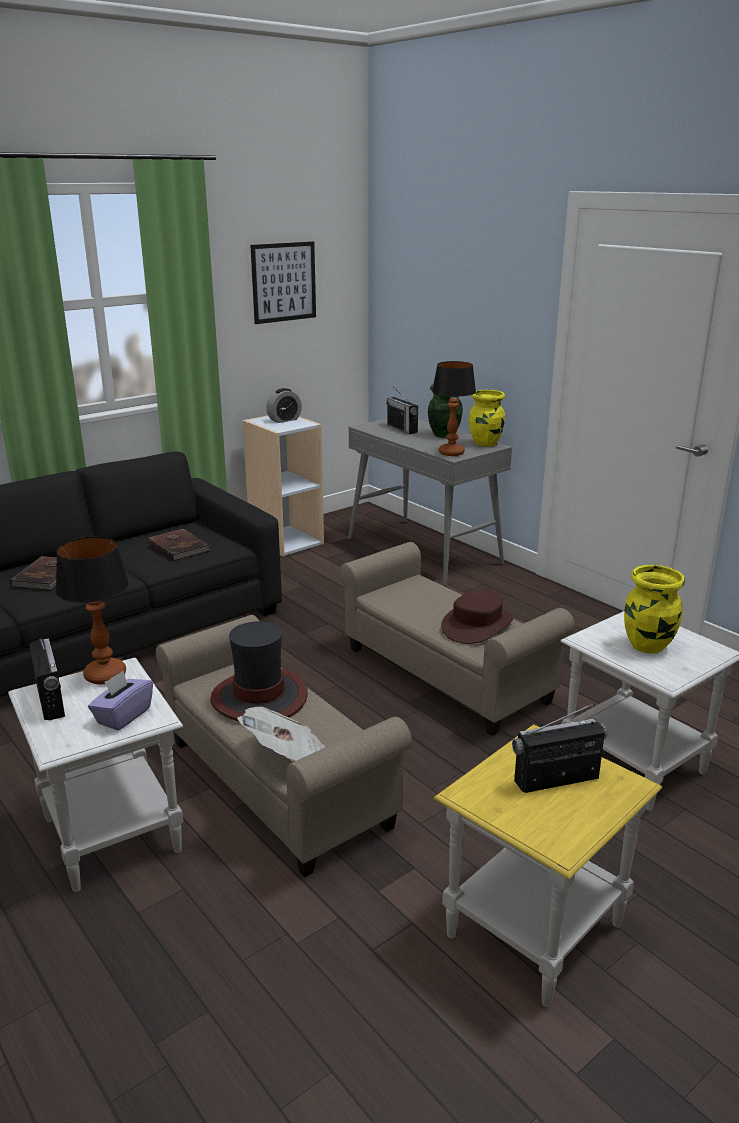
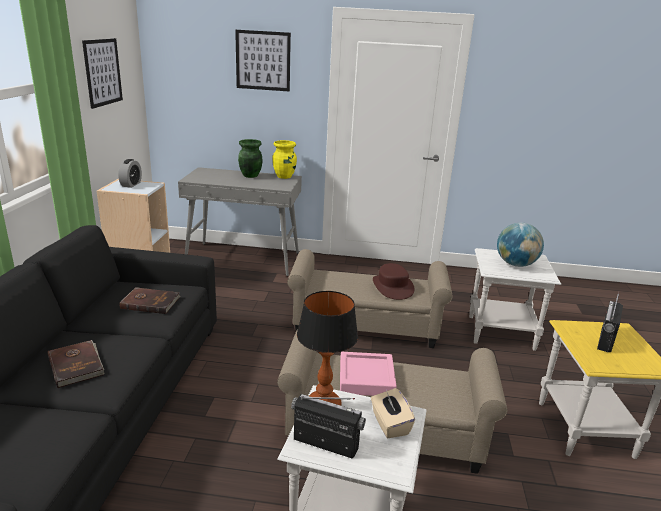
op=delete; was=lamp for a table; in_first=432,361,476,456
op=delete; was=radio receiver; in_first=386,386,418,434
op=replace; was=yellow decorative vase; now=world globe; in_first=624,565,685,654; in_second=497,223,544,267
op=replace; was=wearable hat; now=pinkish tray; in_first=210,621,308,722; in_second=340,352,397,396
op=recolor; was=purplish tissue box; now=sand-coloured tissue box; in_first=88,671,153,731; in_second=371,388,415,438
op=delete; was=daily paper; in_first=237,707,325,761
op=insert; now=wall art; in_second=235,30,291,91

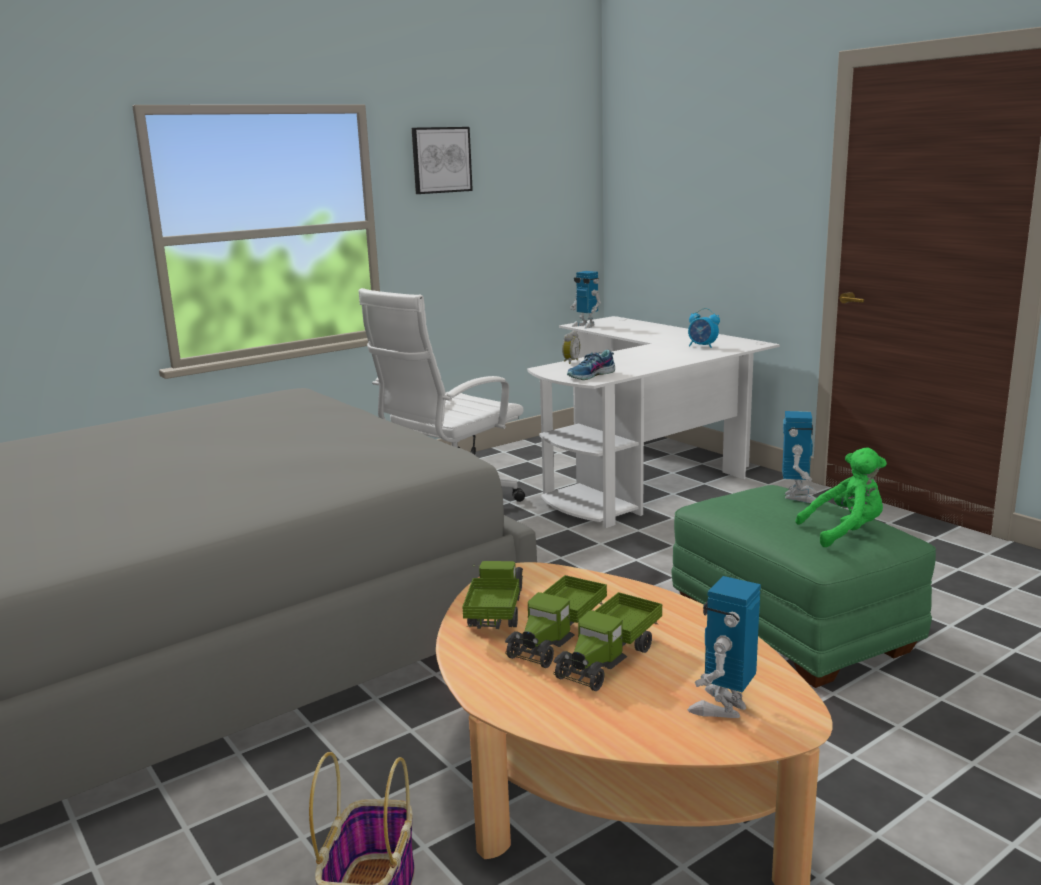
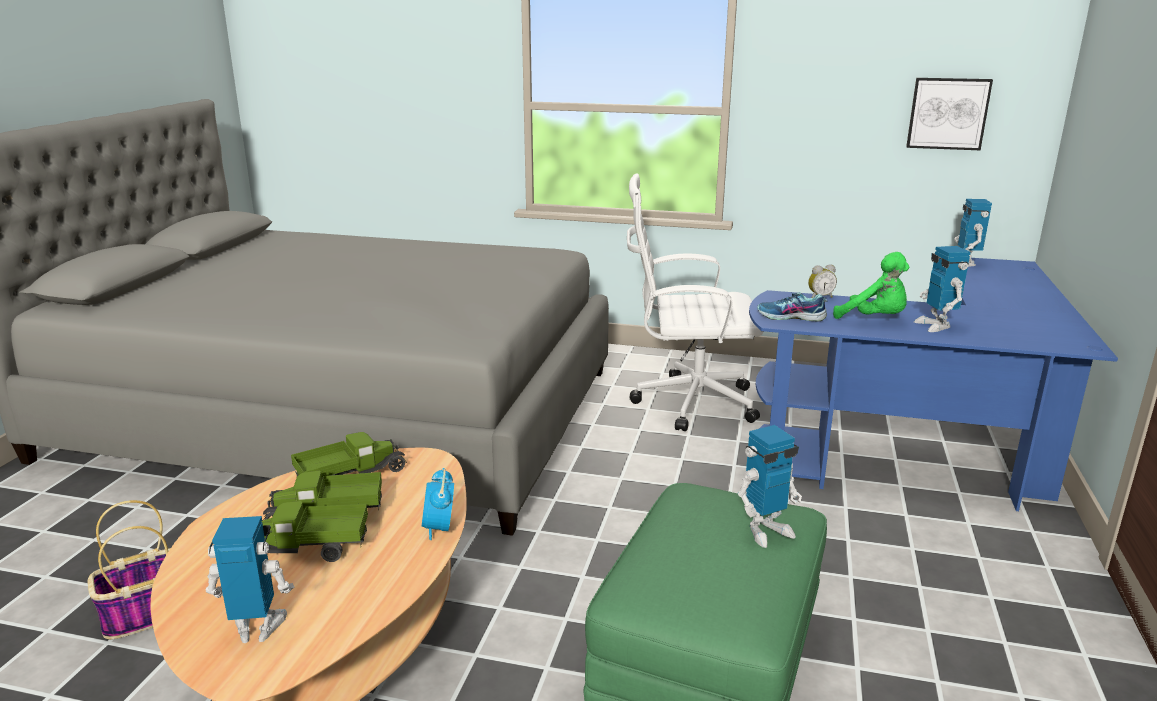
op=move; was=wall art; in_first=412,127,473,194; in_second=906,78,993,150
op=move; was=bedside clock; in_first=688,308,720,348; in_second=422,468,454,540
op=recolor; was=white desk table; now=blue-coloured desk table; in_first=527,316,780,528; in_second=749,258,1118,511
op=move; was=green-coloured plush toy; in_first=796,447,887,547; in_second=833,252,909,319
op=insert; now=robot figure; in_second=914,246,971,332

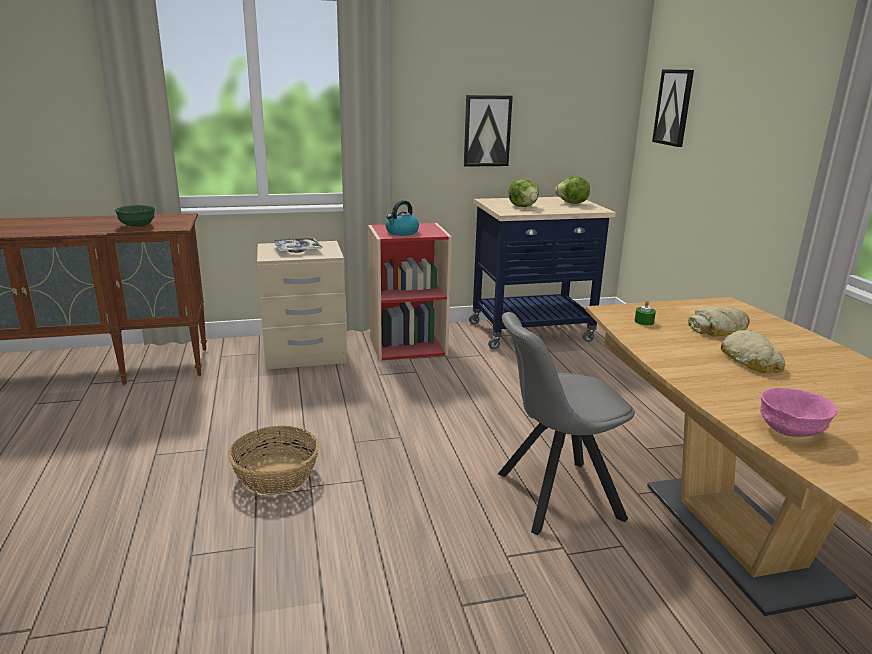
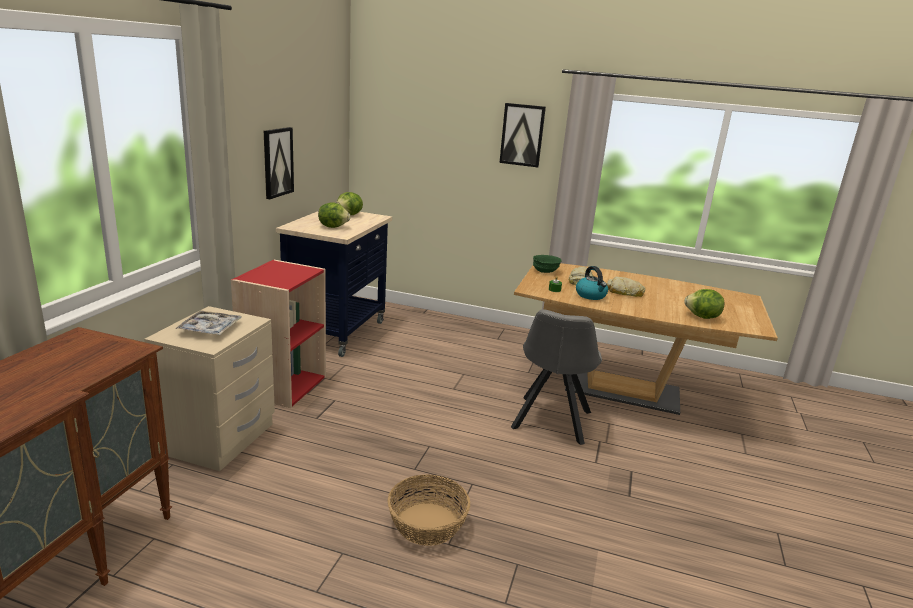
op=move; was=wall art; in_first=652,69,694,147; in_second=499,103,546,167
op=move; was=tea kettle; in_first=385,200,419,236; in_second=576,266,608,300
op=move; was=green-coloured deep dish; in_first=115,205,155,227; in_second=533,255,562,273
op=replace; was=pinkish deep dish; now=lettuce head; in_first=760,388,837,437; in_second=684,289,725,319

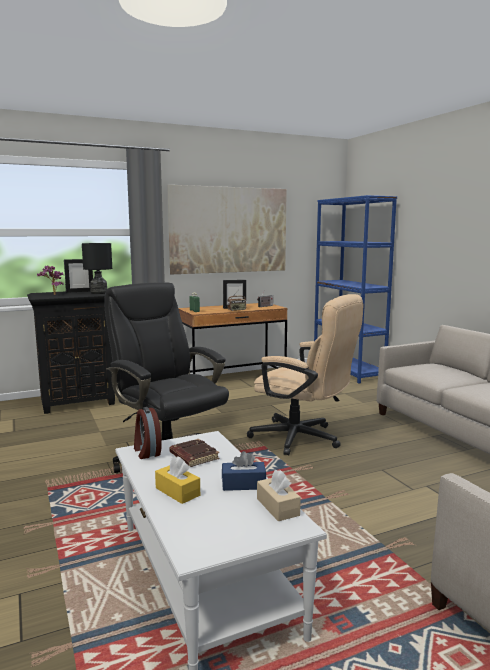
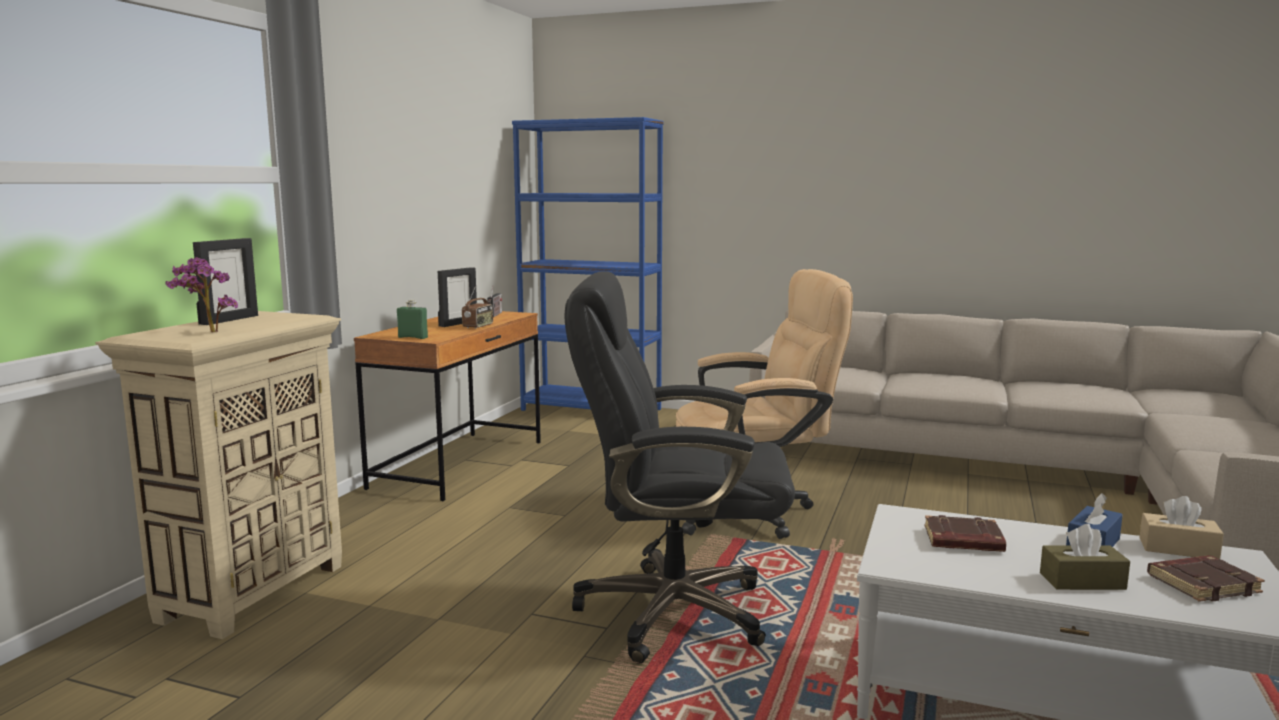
op=delete; was=wall art; in_first=167,185,287,274
op=delete; was=black lamp for a table; in_first=82,243,112,294
op=recolor; was=black storage cabinet; now=sand-coloured storage cabinet; in_first=27,291,115,414; in_second=95,311,342,639
op=delete; was=bedside clock; in_first=134,407,162,459
op=recolor; was=yellow tissue box; now=brown tissue box; in_first=155,456,200,504; in_second=1040,524,1130,590
op=insert; now=brown volume; in_second=1147,555,1265,602

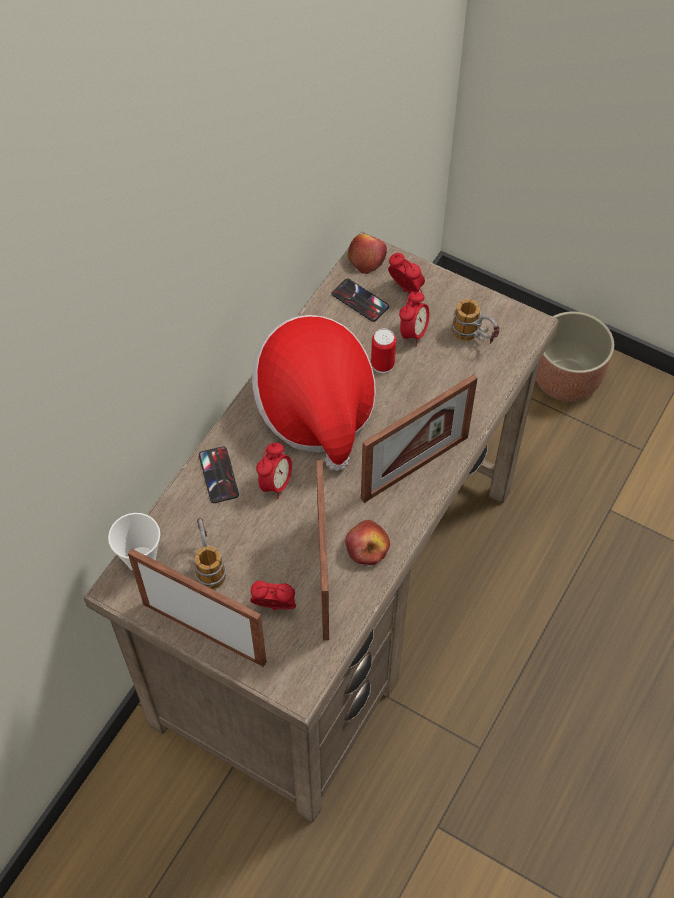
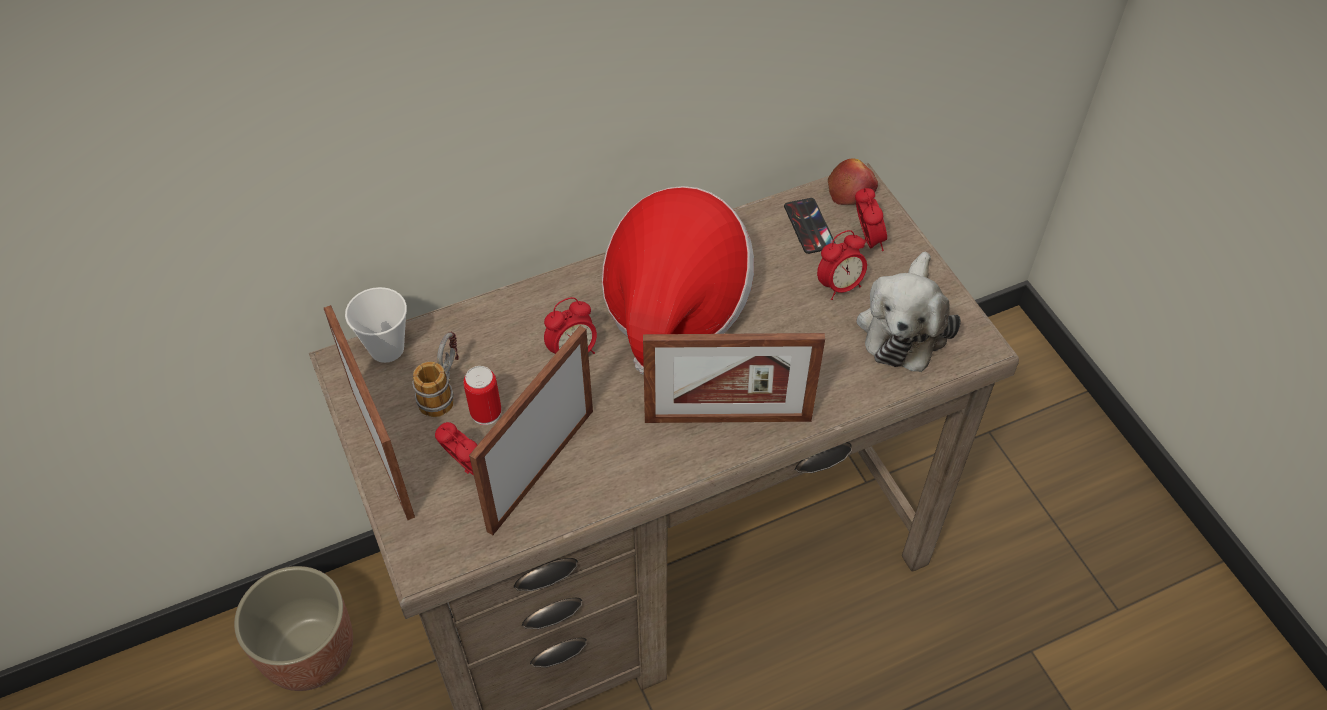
op=replace; was=coffee mug; now=plush toy; in_first=452,299,500,344; in_second=856,252,961,372
op=move; was=plant pot; in_first=536,311,614,402; in_second=234,566,353,691
op=move; was=sealed can; in_first=371,329,396,373; in_second=463,366,502,425
op=delete; was=telephone; in_first=199,446,239,503
op=delete; was=whole apple; in_first=345,520,390,565

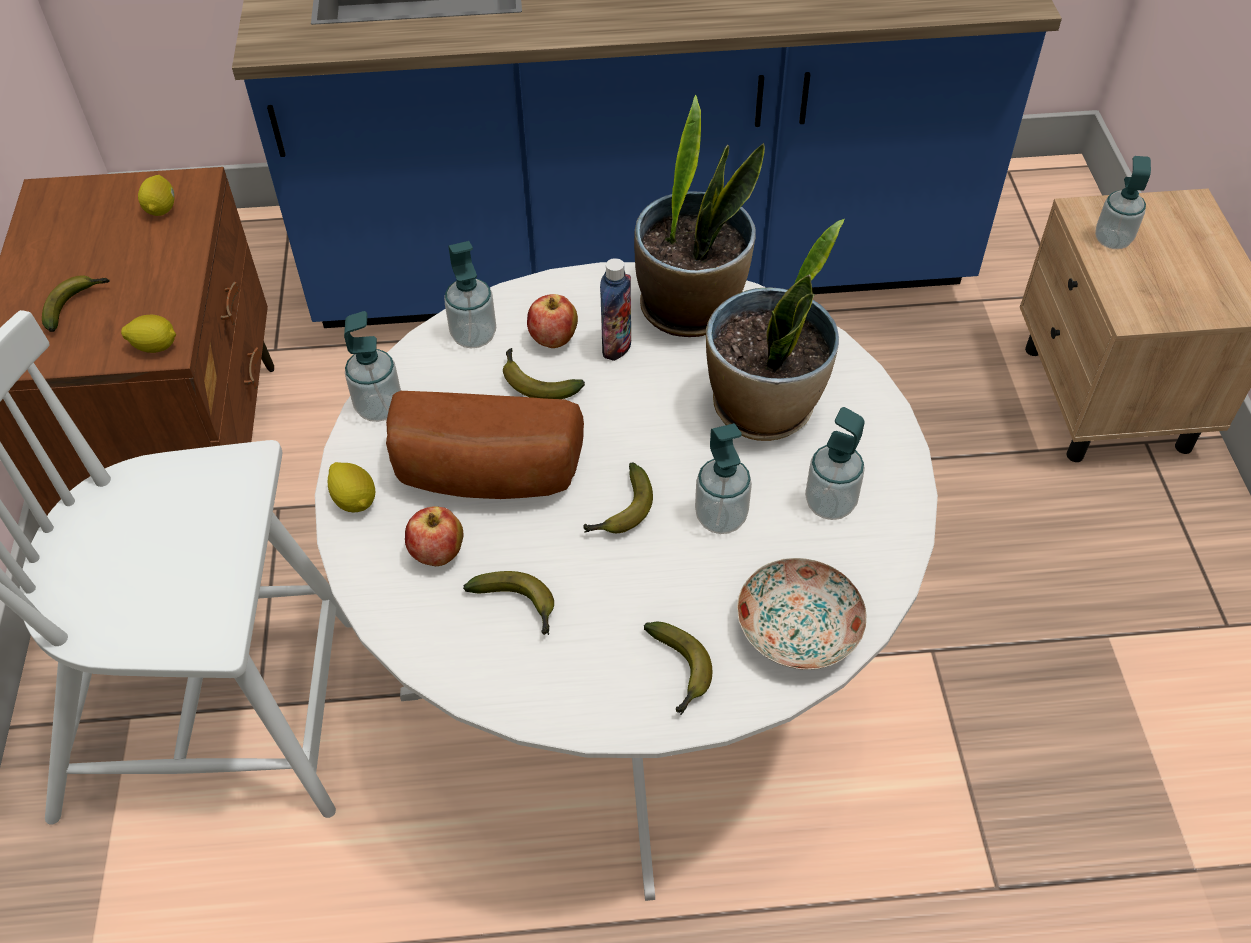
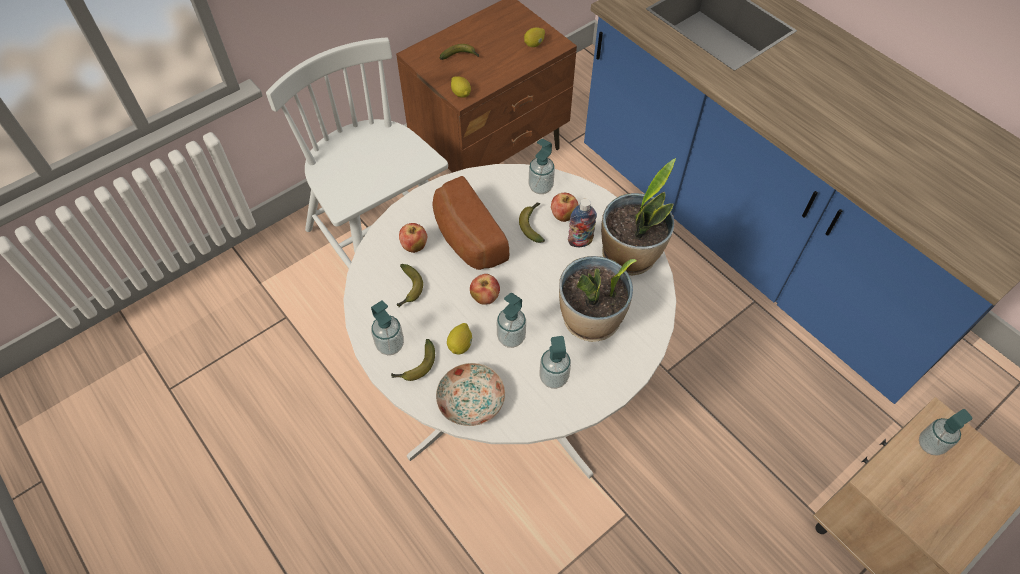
op=move; was=soap bottle; in_first=344,311,401,422; in_second=371,300,404,355
op=move; was=whole lemon; in_first=328,462,375,513; in_second=447,323,472,354
op=replace; was=banana fruit; now=whole apple; in_first=583,463,653,533; in_second=470,274,500,305

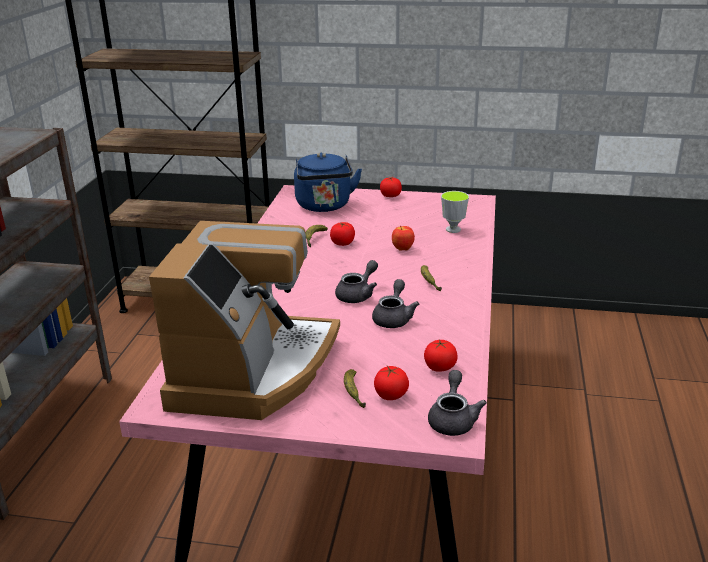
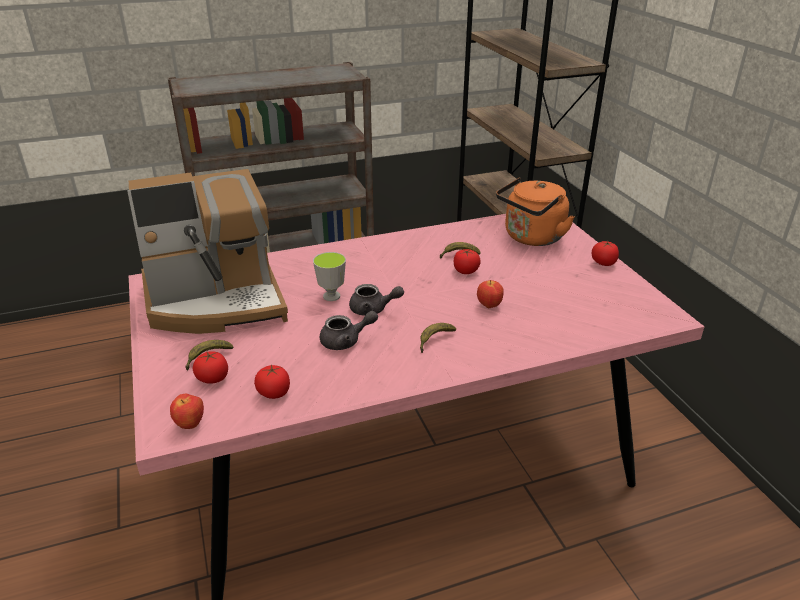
op=recolor; was=blue-coloured tea kettle; now=orangey tea kettle; in_first=294,153,362,212; in_second=496,177,575,246
op=move; was=small cup; in_first=441,191,469,233; in_second=313,252,346,301
op=replace; was=greyish pot for tea; now=whole apple; in_first=428,370,487,436; in_second=170,393,204,429

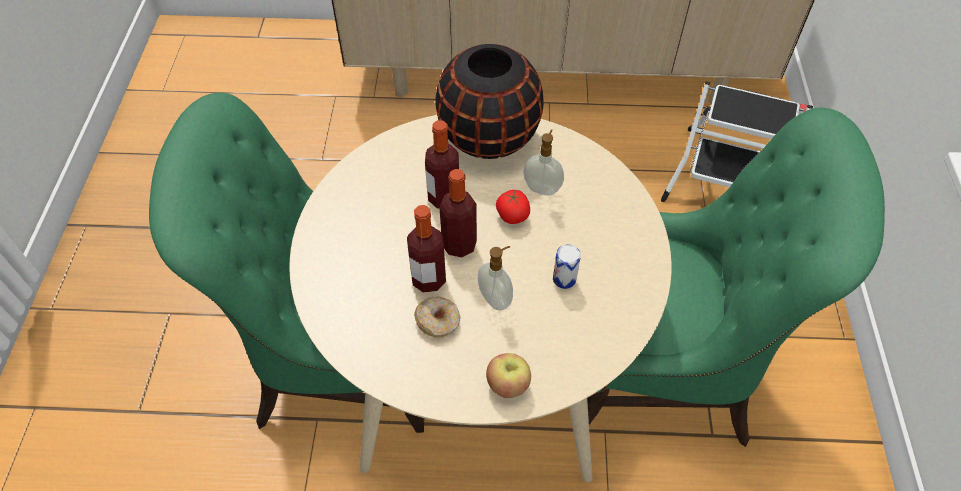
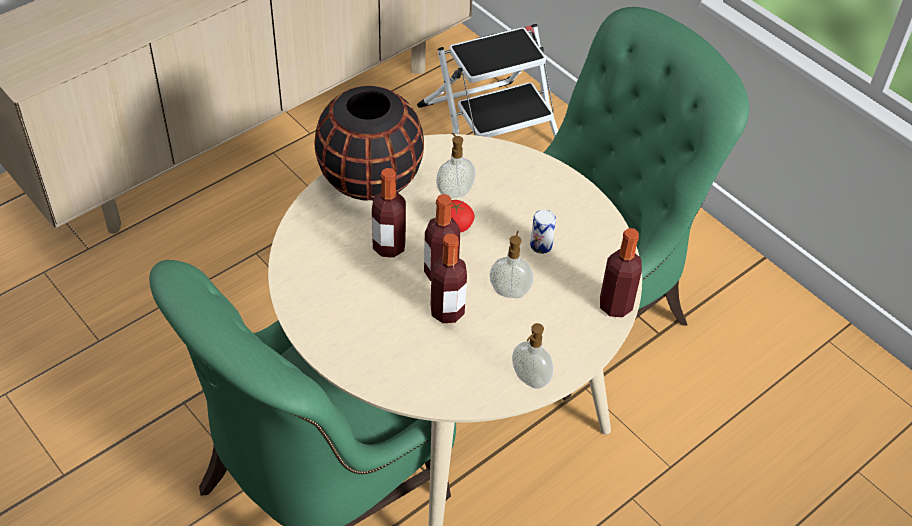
op=delete; was=donut; in_first=414,296,460,338
op=delete; was=whole apple; in_first=486,353,531,398
op=insert; now=bottle; in_second=600,228,642,317
op=insert; now=soap bottle; in_second=512,323,553,389

